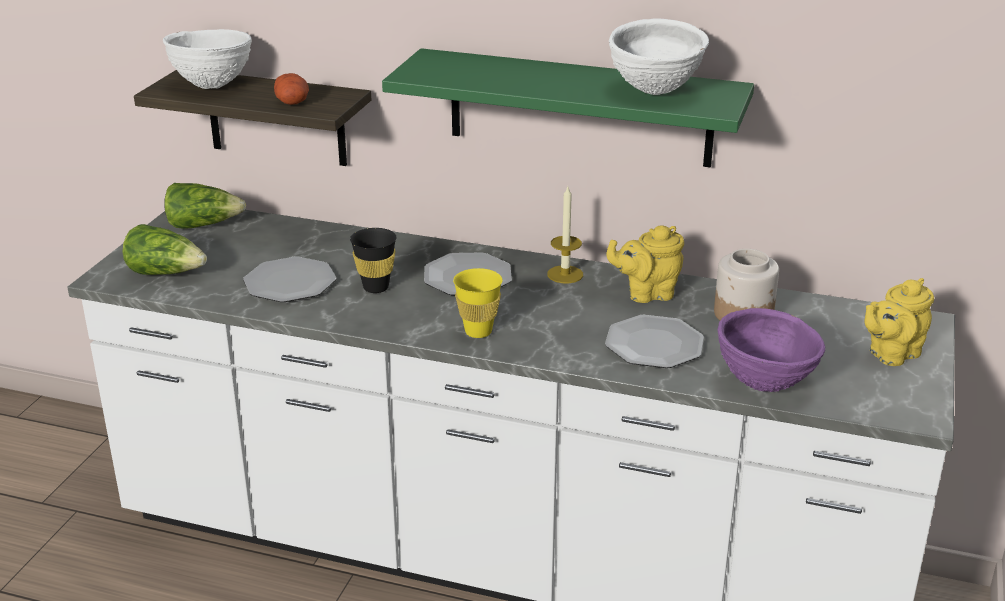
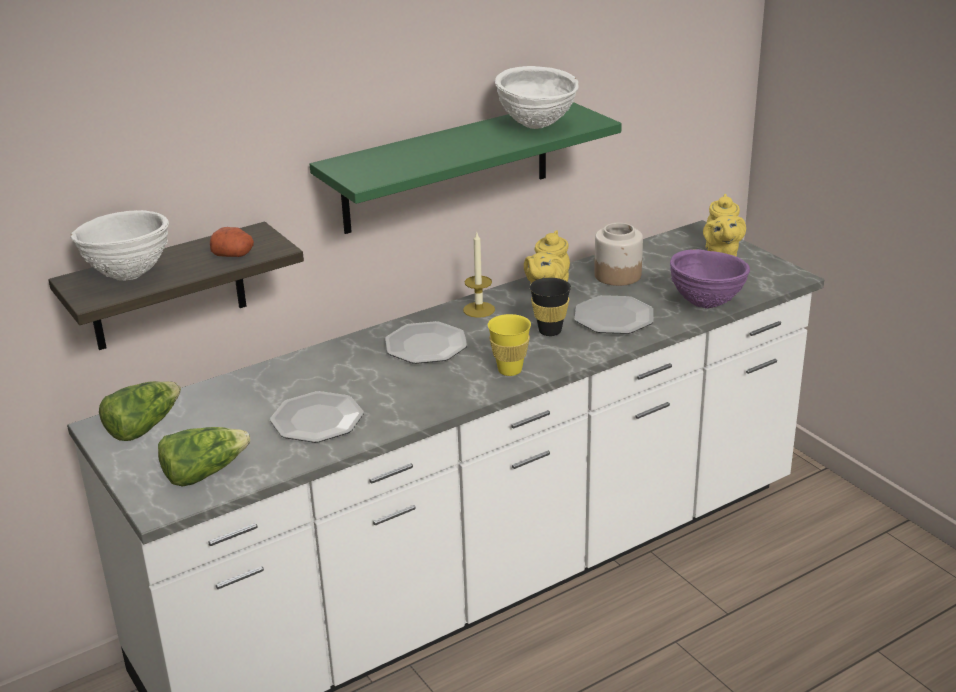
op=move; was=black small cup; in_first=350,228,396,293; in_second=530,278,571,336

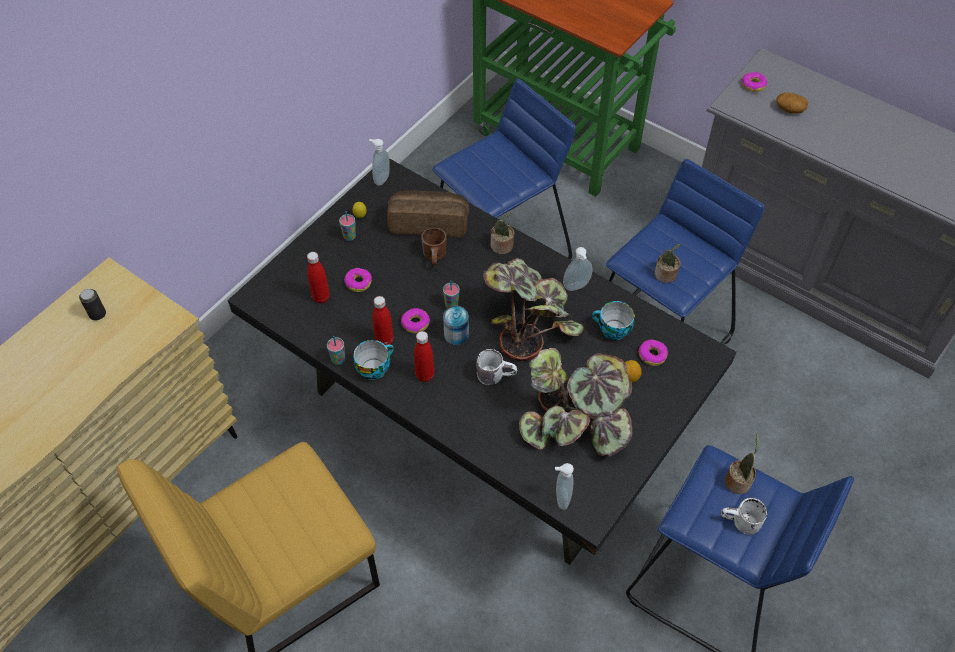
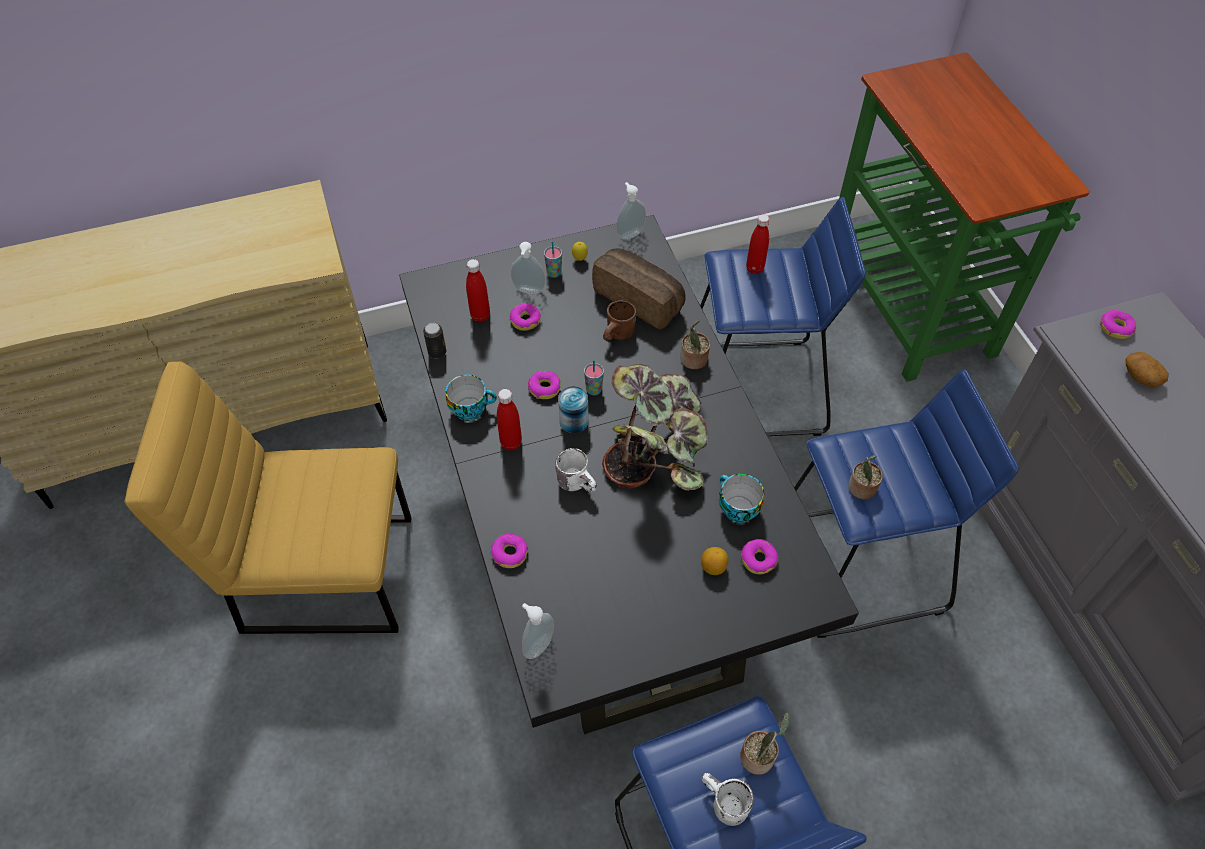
op=move; was=soap bottle; in_first=563,247,592,291; in_second=511,242,545,294
op=move; was=sealed can; in_first=79,289,106,320; in_second=423,323,446,358
op=move; was=red bottle; in_first=373,296,394,345; in_second=746,214,769,274
op=delete; was=small cup; in_first=327,336,345,365
op=delete; was=plant in a pot; in_first=519,348,632,457
op=insert; now=donut; in_second=491,534,528,568

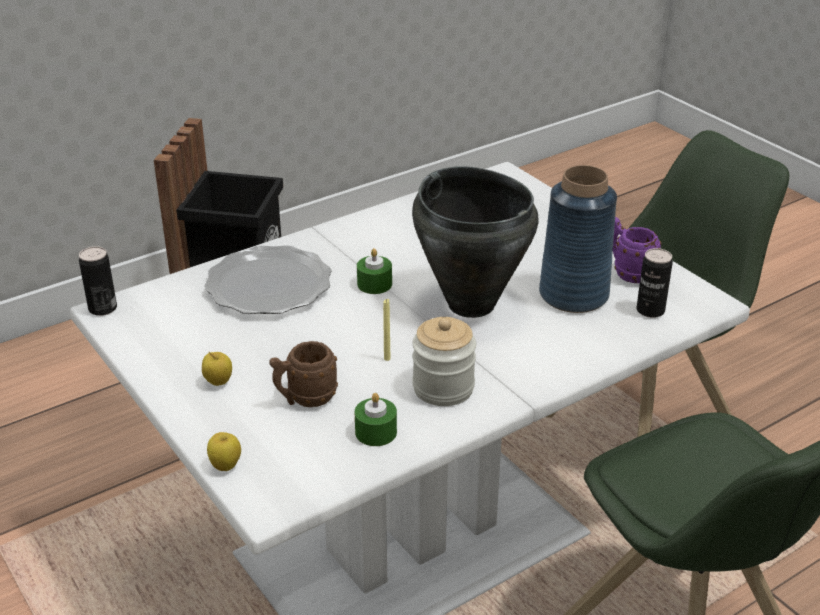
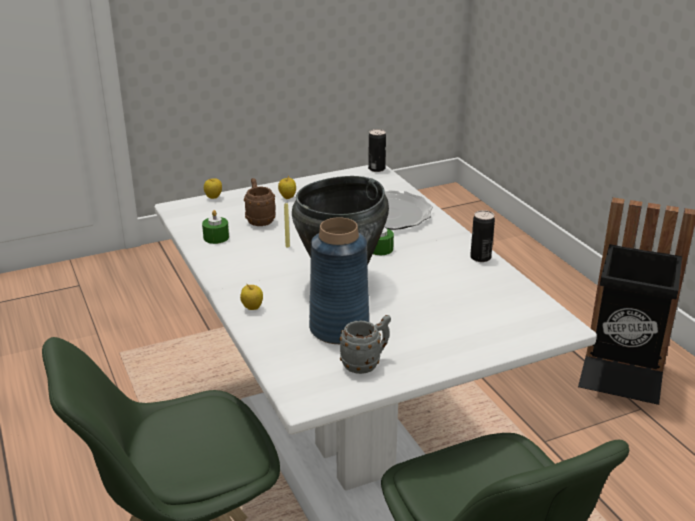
op=recolor; was=purplish coffee mug; now=greyish coffee mug; in_first=613,217,661,283; in_second=339,315,391,374
op=move; was=sealed can; in_first=636,248,673,318; in_second=470,210,495,262
op=delete; was=jar; in_first=412,317,476,406
op=insert; now=whole apple; in_second=240,283,263,310

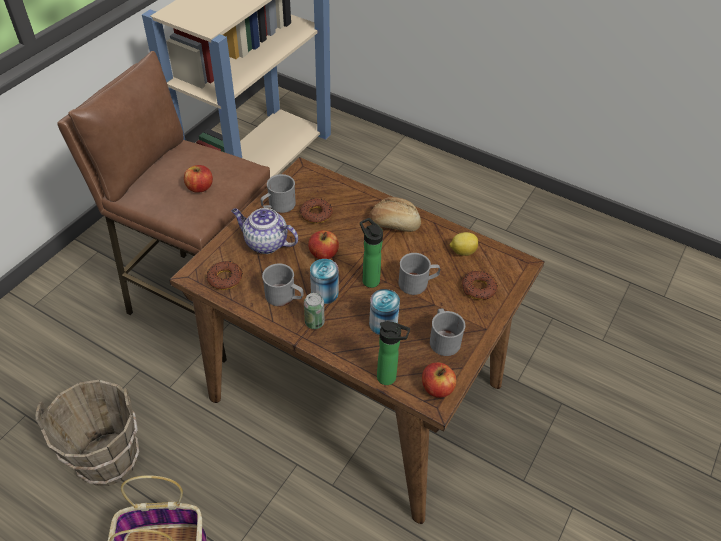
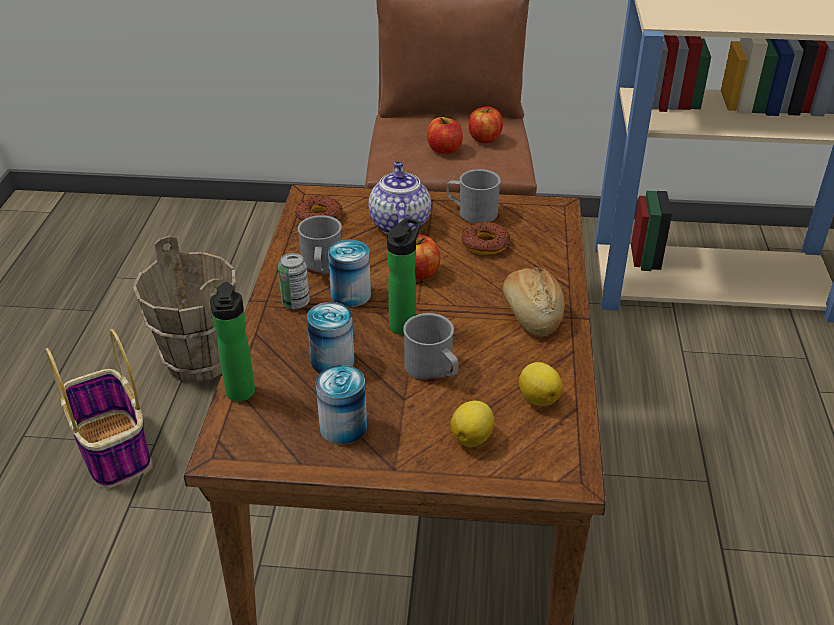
op=replace; was=donut; now=whole lemon; in_first=462,271,498,300; in_second=451,401,494,447
op=replace; was=greyish coffee mug; now=sealed can; in_first=430,308,465,356; in_second=316,365,367,445
op=move; was=whole apple; in_first=422,362,456,398; in_second=469,106,503,143

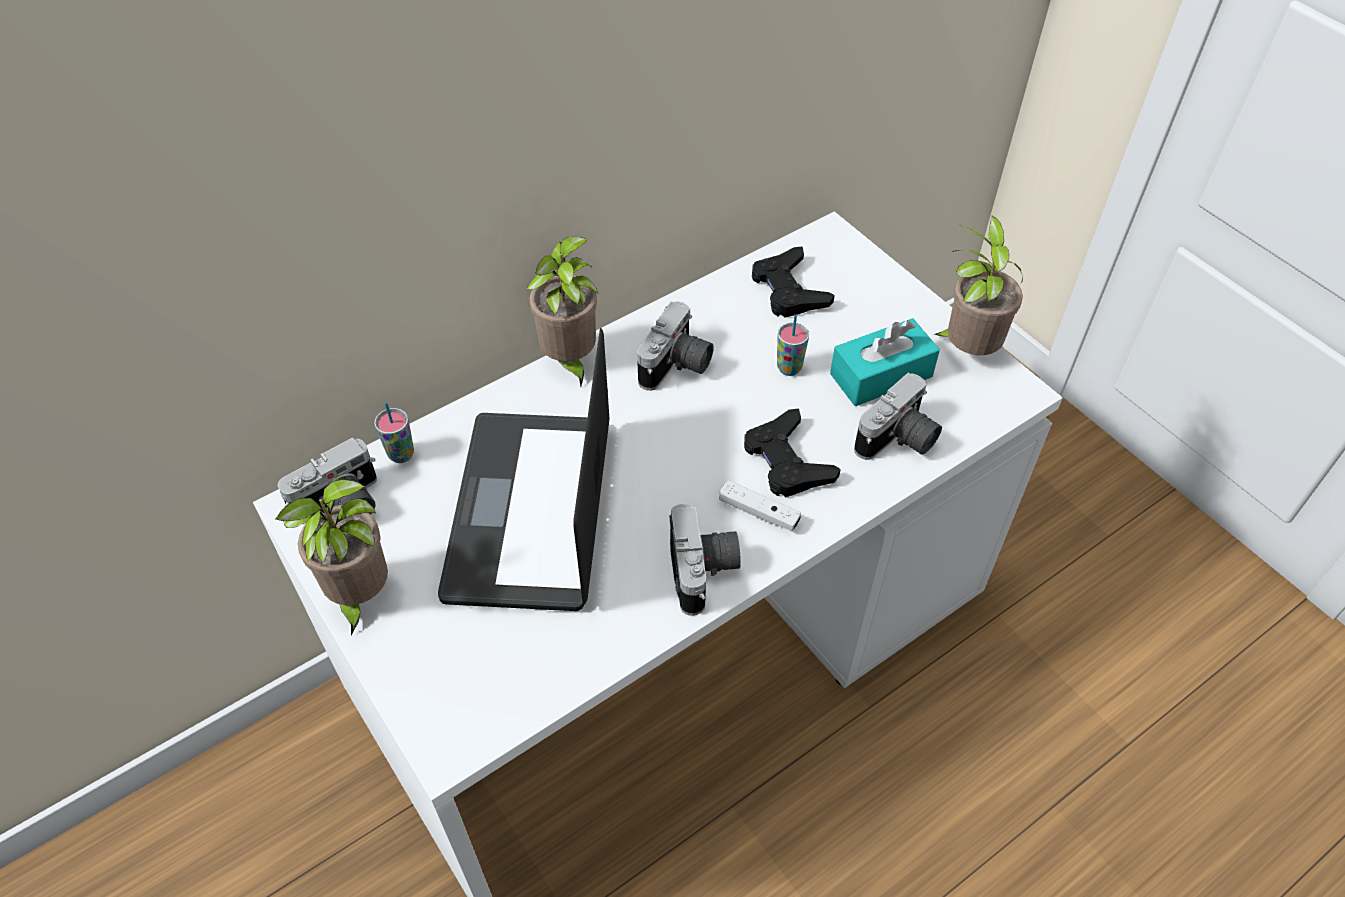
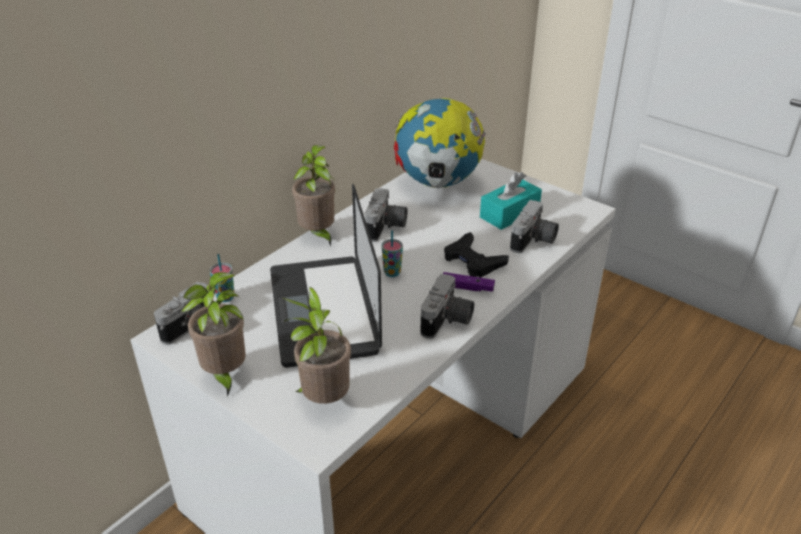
op=move; was=plant in a pot; in_first=933,216,1023,355; in_second=282,286,351,404
op=replace; was=black game controller; now=world globe; in_first=752,246,835,317; in_second=394,98,486,189
op=move; was=small cup; in_first=777,314,809,376; in_second=381,230,403,277
op=recolor; was=white game controller; now=purplish game controller; in_first=719,480,801,532; in_second=443,272,495,292
op=rotate; was=photo camera; in_first=670,504,741,616; in_second=420,274,474,339; clockwise=45

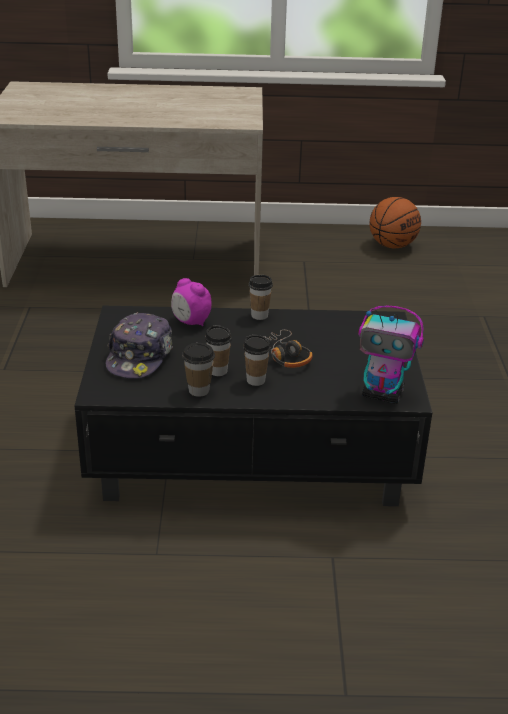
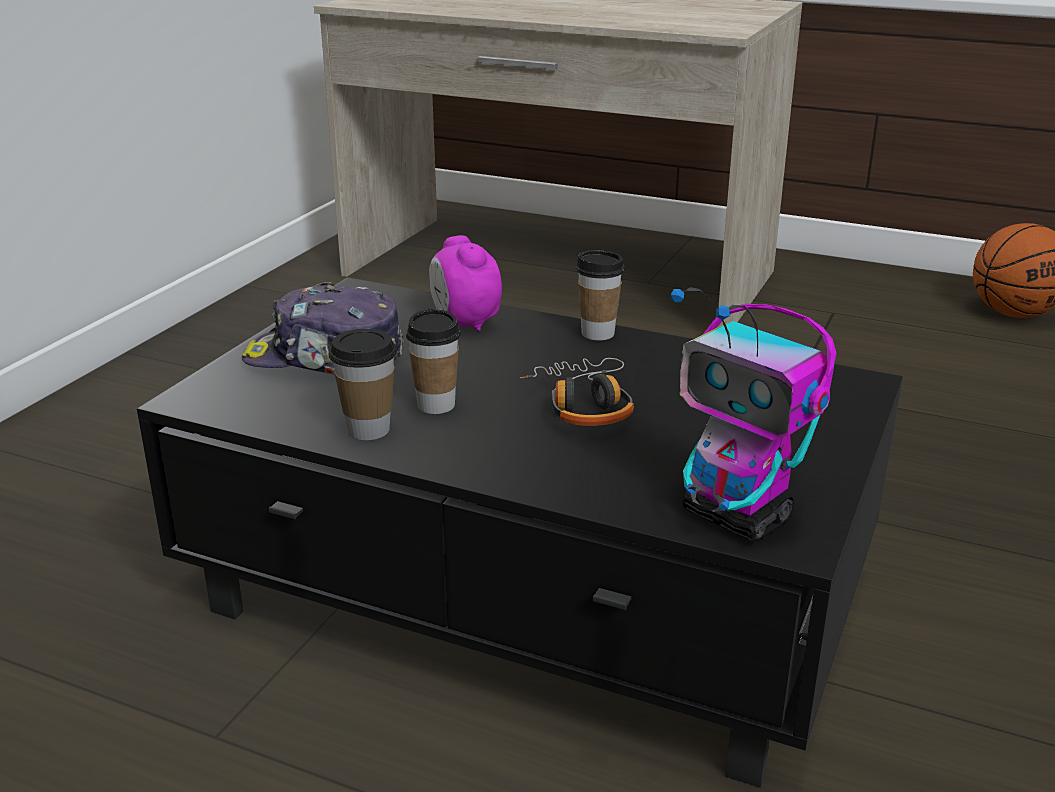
op=rotate; was=baseball cap; in_first=106,312,173,379; in_second=241,282,404,375; clockwise=60
op=delete; was=small cup; in_first=244,335,270,386

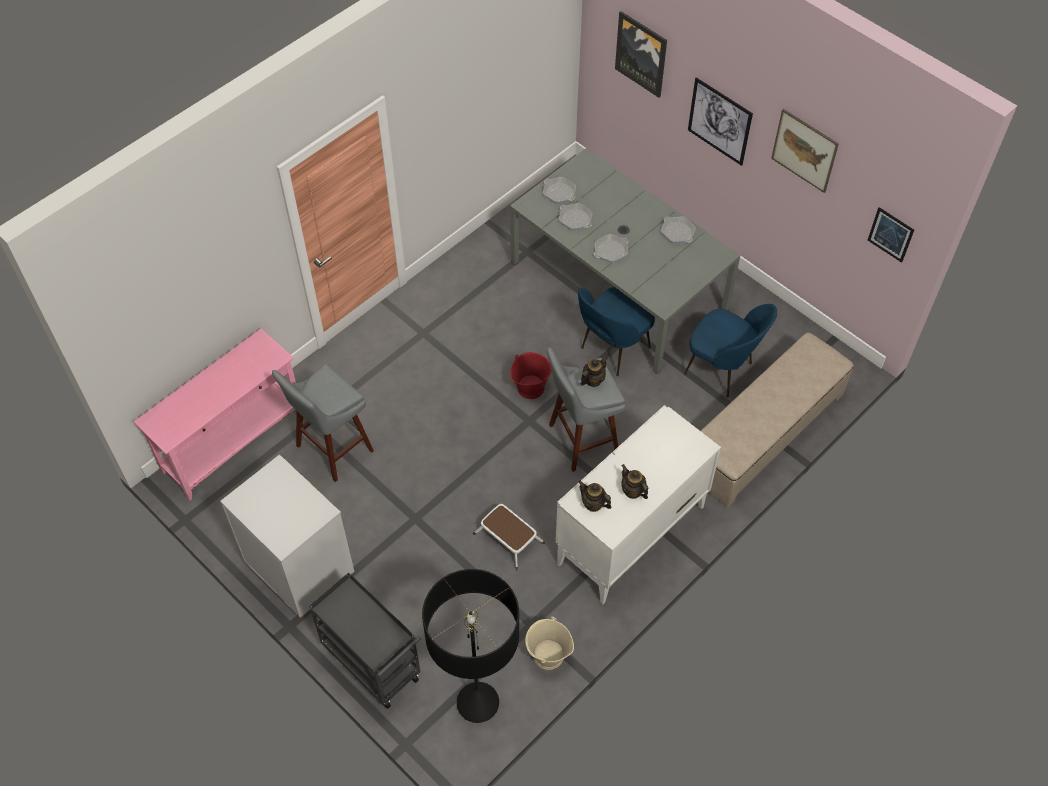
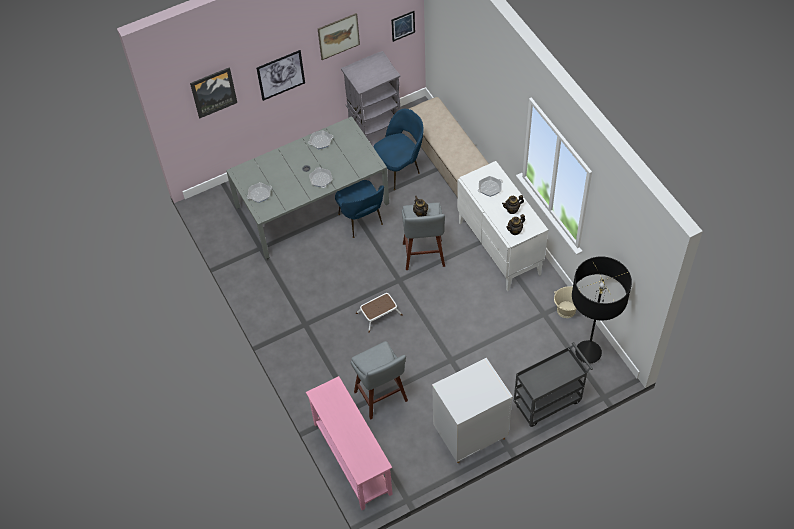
op=move; was=frying pan; in_first=559,203,593,231; in_second=478,176,502,197
op=delete; was=red water bucket; in_first=510,352,552,399
op=move; was=brown step stool; in_first=473,504,545,570; in_second=356,293,403,333
op=insert; now=greyish bookshelf; in_second=341,51,401,147

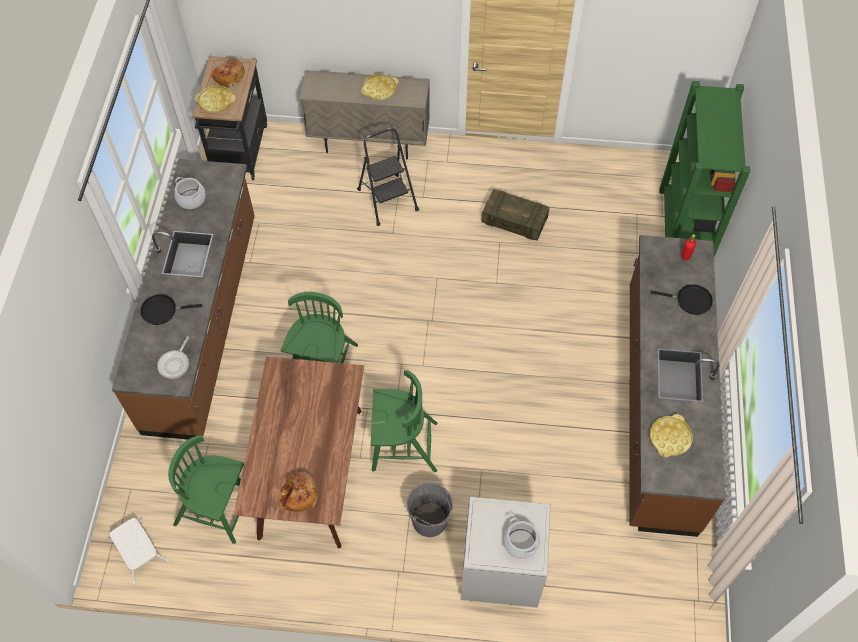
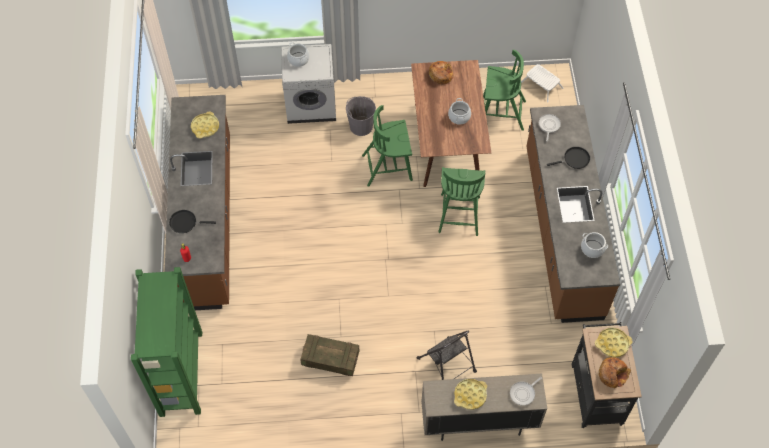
op=insert; now=cooking pot; in_second=448,98,471,125
op=insert; now=frying pan; in_second=510,377,542,406

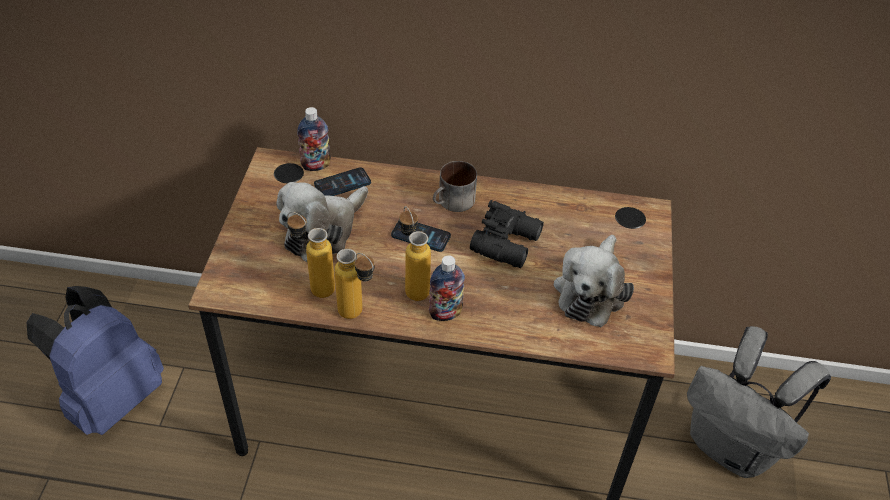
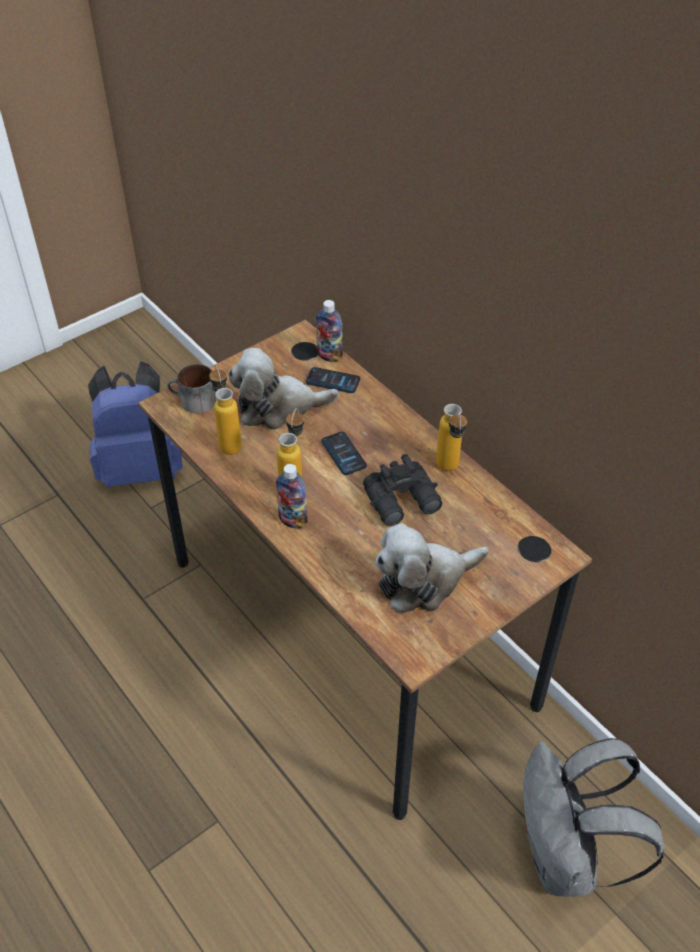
op=move; was=coffee mug; in_first=433,161,477,212; in_second=167,364,216,413
op=move; was=bottle; in_first=334,249,375,319; in_second=436,404,467,471

